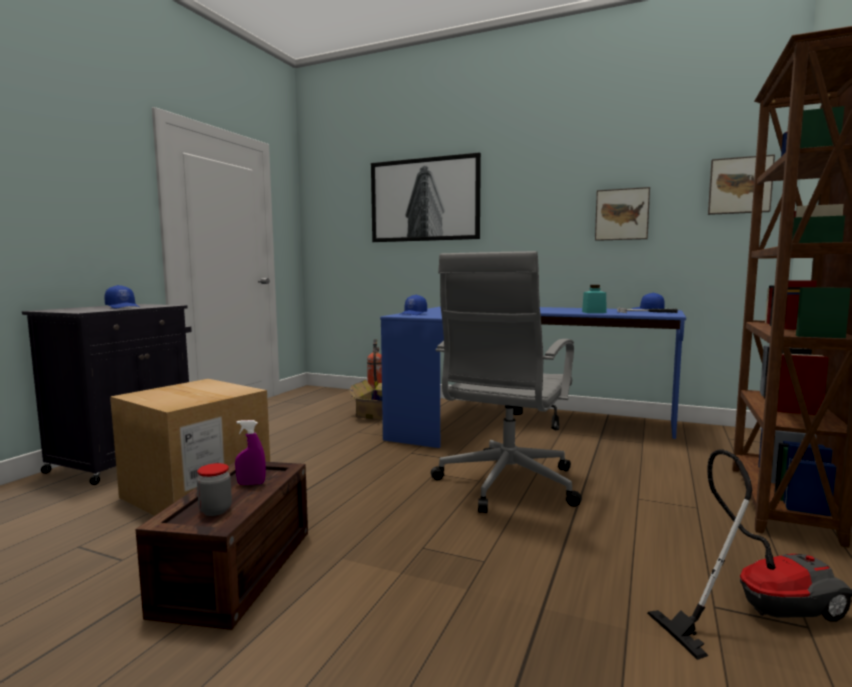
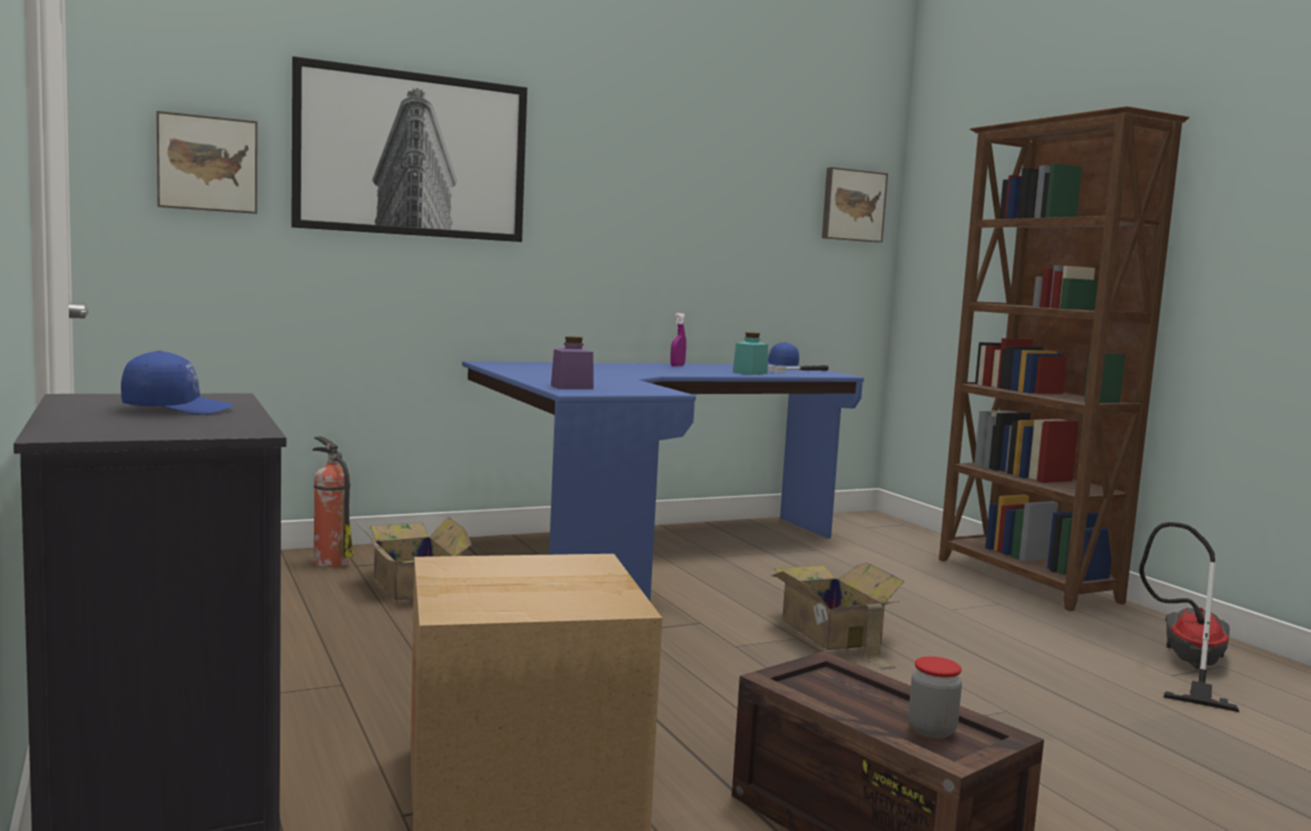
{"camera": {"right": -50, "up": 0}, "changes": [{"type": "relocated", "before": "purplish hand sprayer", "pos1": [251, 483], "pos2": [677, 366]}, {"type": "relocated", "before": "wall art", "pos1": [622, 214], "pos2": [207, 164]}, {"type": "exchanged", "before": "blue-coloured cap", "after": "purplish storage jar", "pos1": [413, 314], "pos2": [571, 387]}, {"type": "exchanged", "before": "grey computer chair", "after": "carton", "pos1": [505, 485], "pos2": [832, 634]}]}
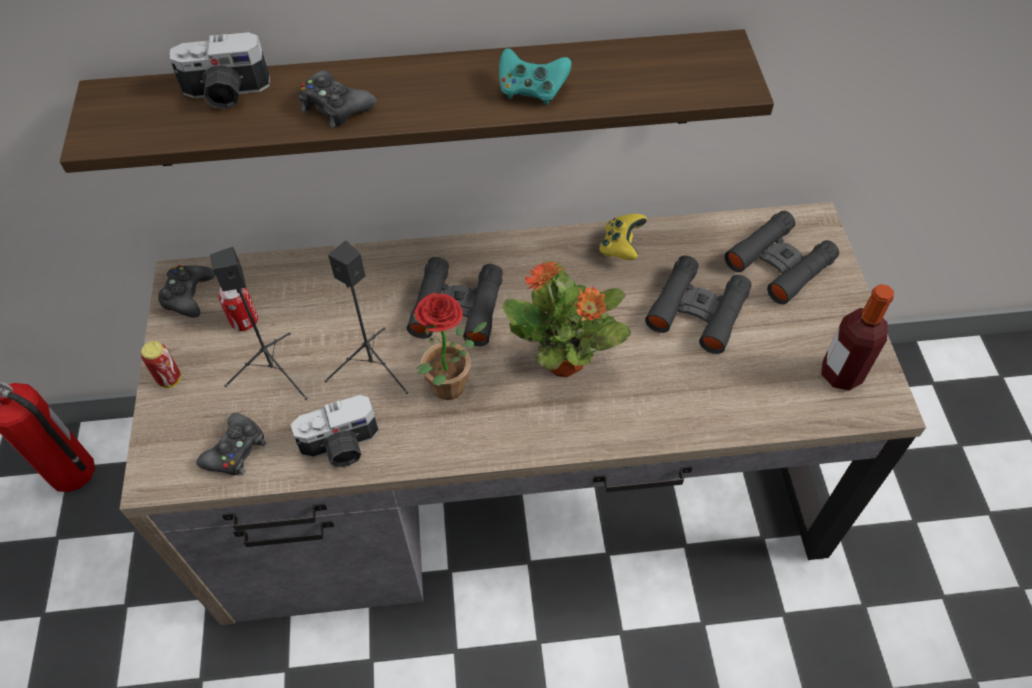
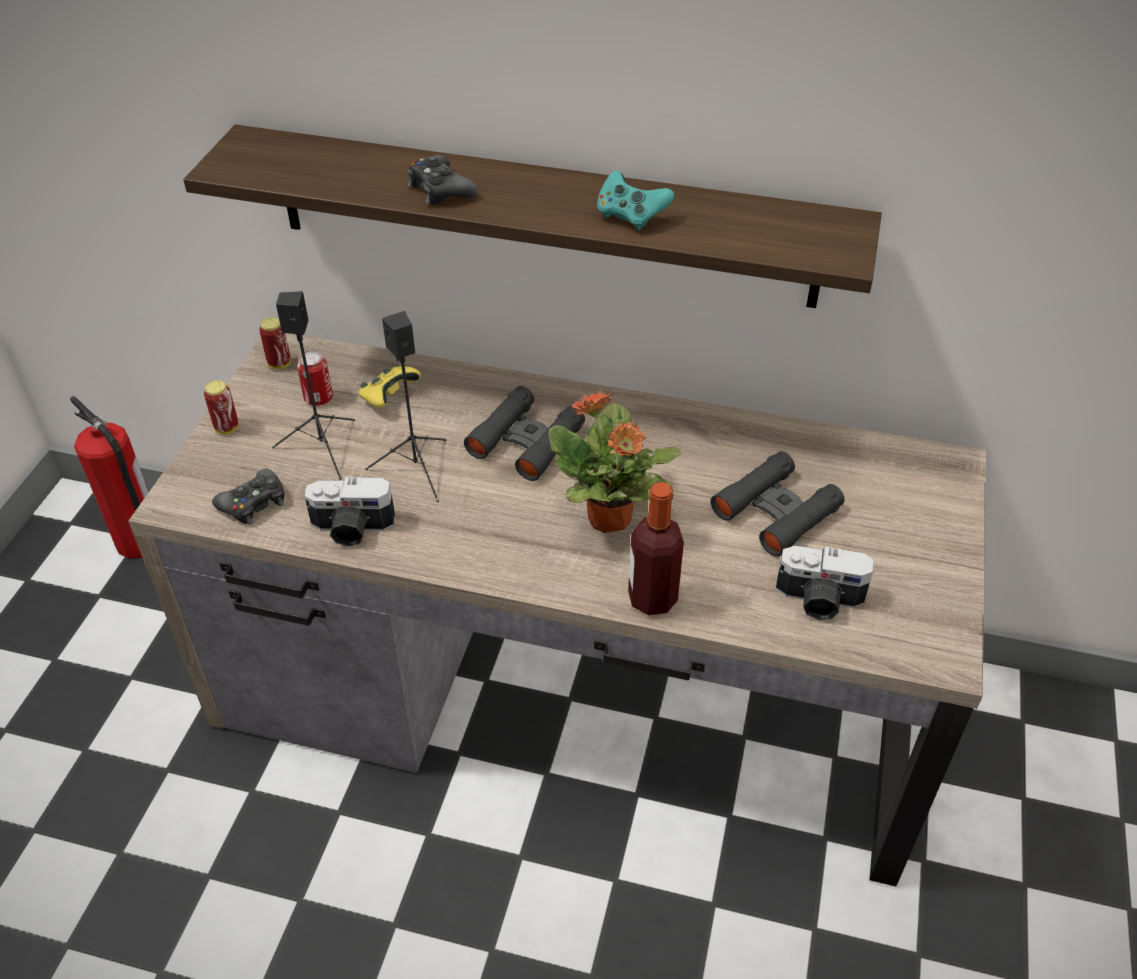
{"camera": {"right": 20, "up": -10}, "changes": [{"type": "missing", "before": "potted plant", "pos1": [451, 392]}, {"type": "missing", "before": "black-coloured binoculars", "pos1": [779, 263]}, {"type": "relocated", "before": "still camera", "pos1": [226, 94], "pos2": [819, 600]}, {"type": "relocated", "before": "yellowish gamepad", "pos1": [621, 246], "pos2": [389, 398]}, {"type": "relocated", "before": "beverage bottle", "pos1": [841, 374], "pos2": [652, 598]}, {"type": "exchanged", "before": "black-coloured gamepad", "after": "can", "pos1": [188, 295], "pos2": [279, 364]}]}
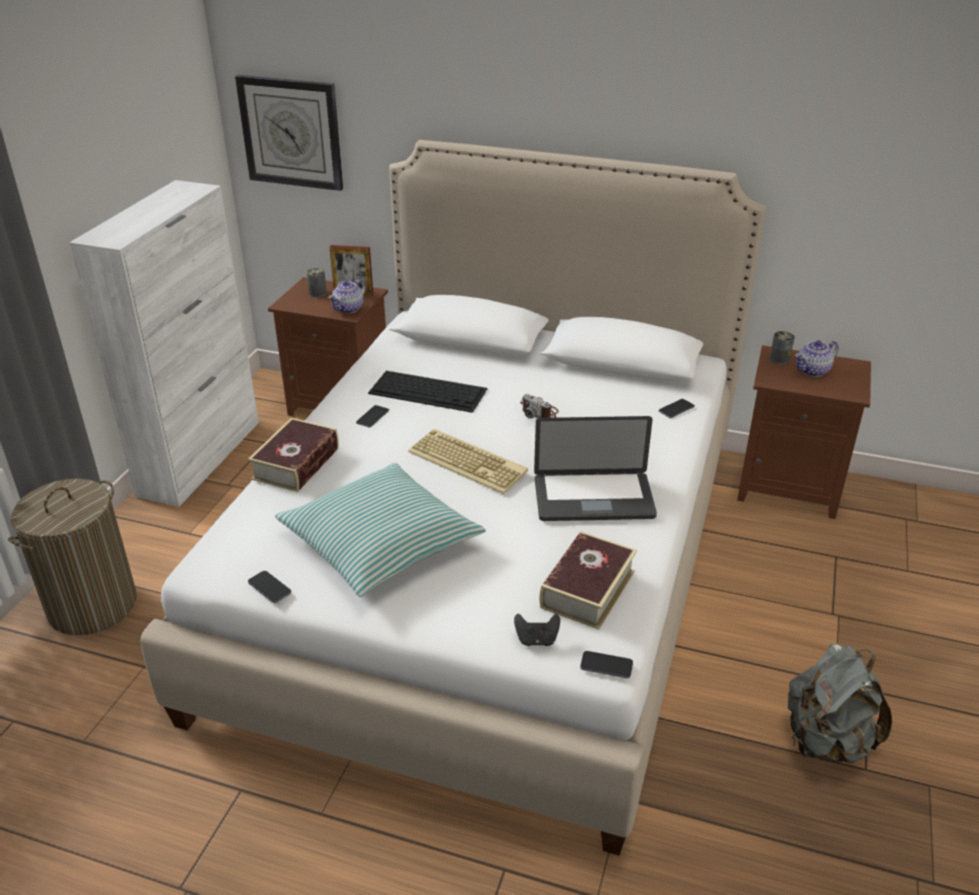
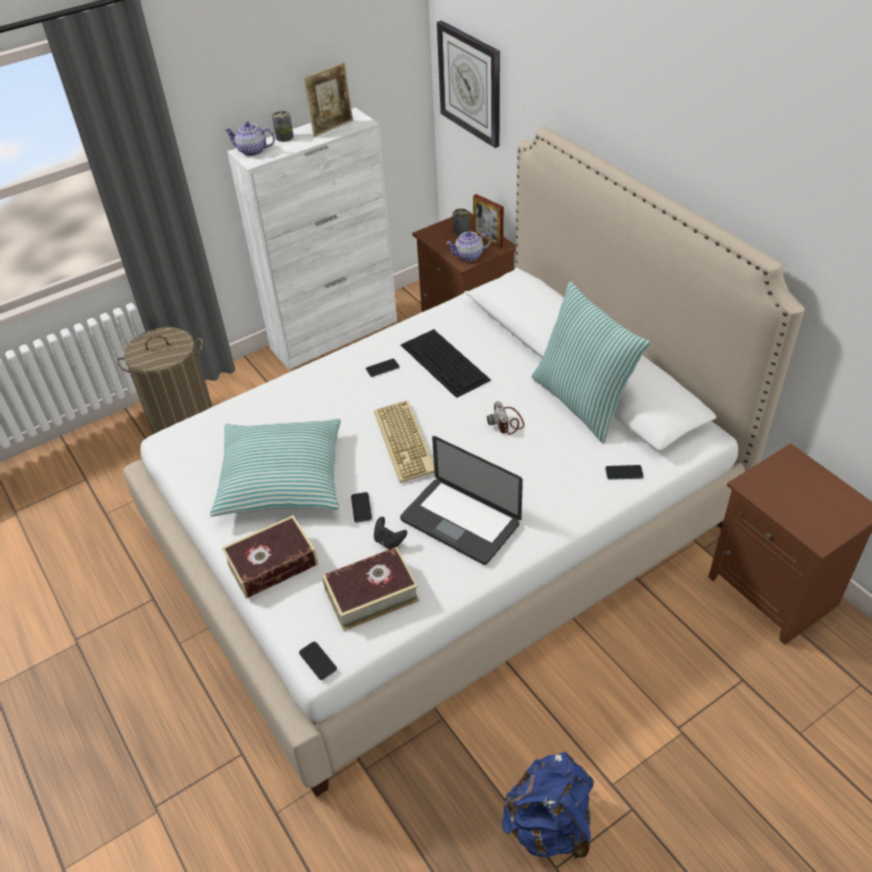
{"camera": {"right": 40, "up": 10}, "changes": [{"type": "appeared", "after": "photo frame", "pos2": [332, 127]}, {"type": "appeared", "after": "cushion", "pos2": [582, 402]}, {"type": "relocated", "before": "book", "pos1": [296, 463], "pos2": [272, 564]}, {"type": "relocated", "before": "handset", "pos1": [269, 588], "pos2": [361, 508]}, {"type": "relocated", "before": "black-coloured gamepad", "pos1": [536, 640], "pos2": [389, 541]}, {"type": "relocated", "before": "can", "pos1": [779, 359], "pos2": [284, 137]}, {"type": "relocated", "before": "pot for tea", "pos1": [813, 371], "pos2": [252, 151]}, {"type": "colour", "before": "grey backpack", "after": "blue-coloured backpack", "pos1": [826, 741], "pos2": [549, 824]}]}
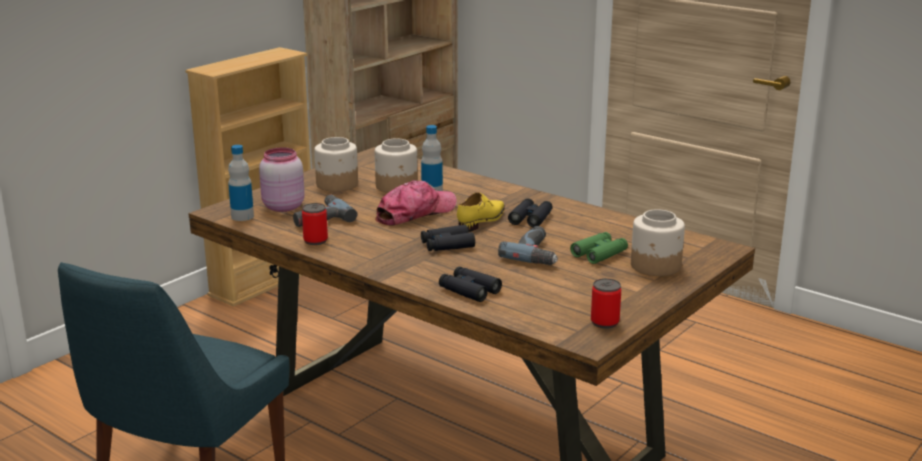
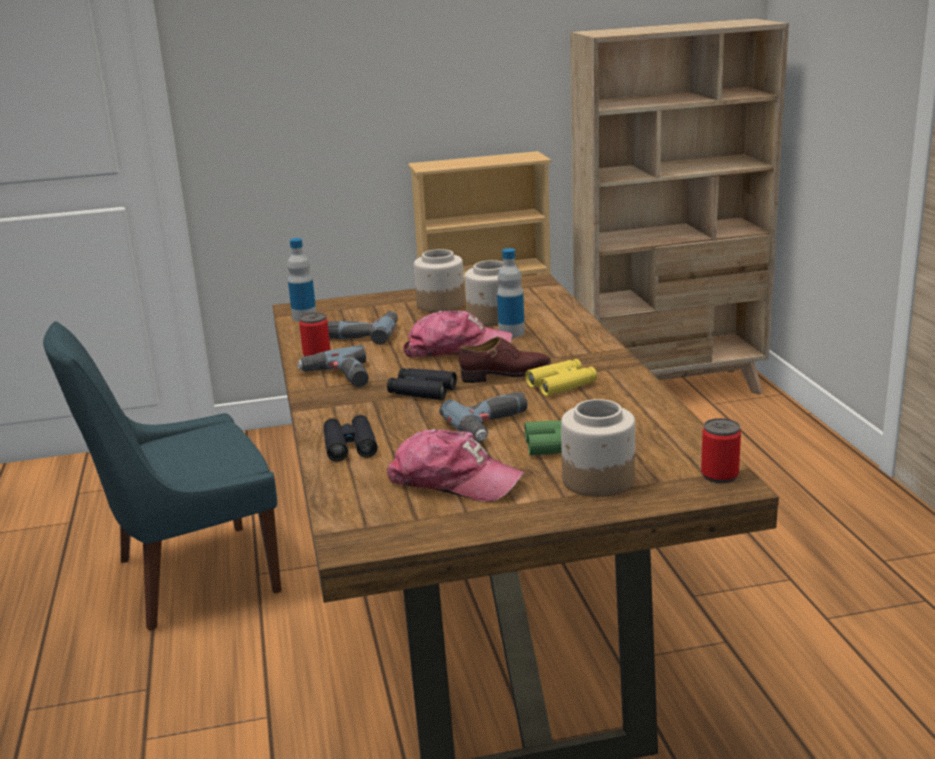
{"camera": {"right": 40, "up": 0}, "changes": [{"type": "missing", "before": "pink storage jar", "pos1": [282, 207]}, {"type": "appeared", "after": "drill", "pos2": [338, 377]}, {"type": "appeared", "after": "cap", "pos2": [453, 481]}, {"type": "relocated", "before": "can", "pos1": [604, 322], "pos2": [719, 475]}, {"type": "colour", "before": "yellowish item of footwear", "after": "brown-coloured item of footwear", "pos1": [482, 220], "pos2": [506, 374]}, {"type": "colour", "before": "black-coloured binoculars", "after": "yellowish binoculars", "pos1": [531, 218], "pos2": [561, 384]}]}
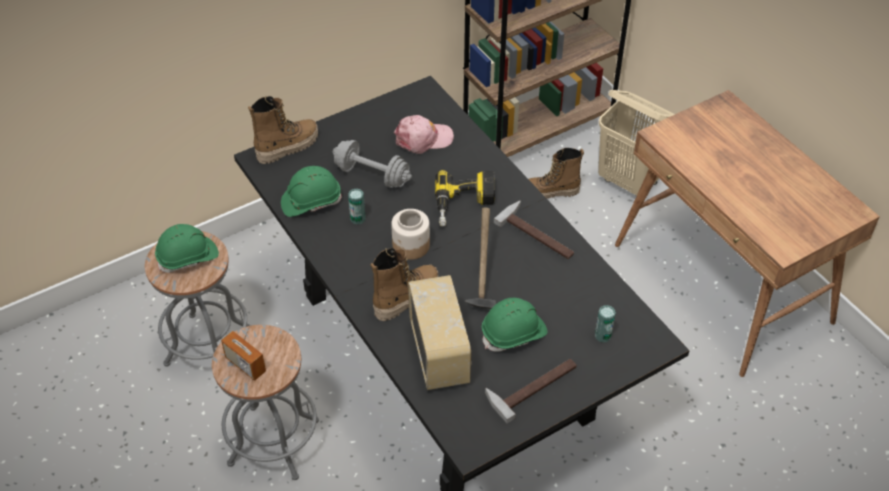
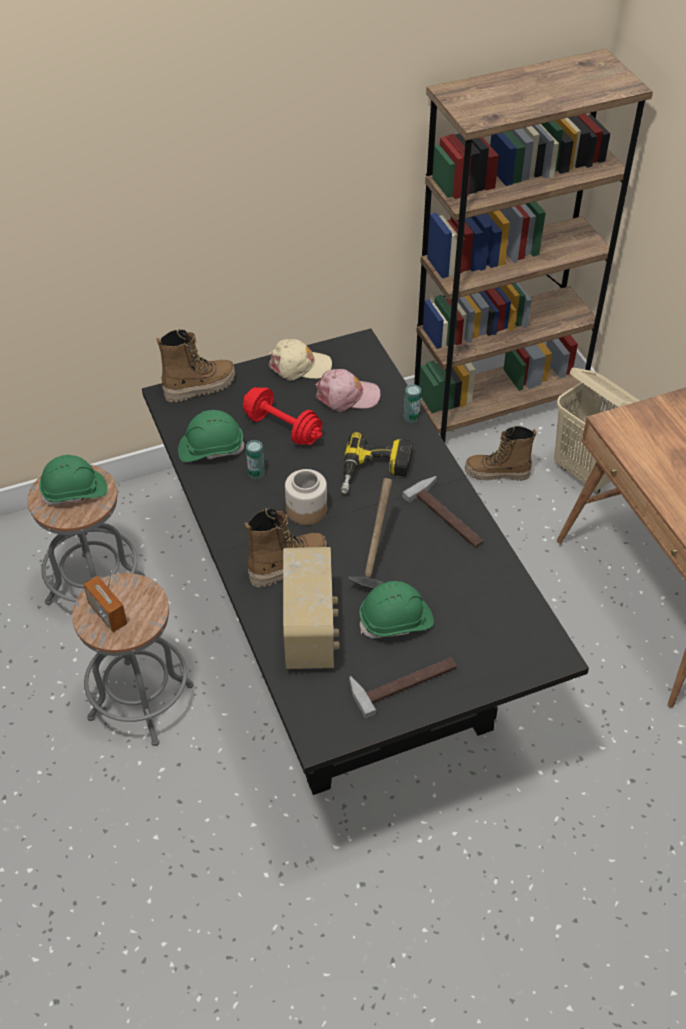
{"camera": {"right": 10, "up": 0}, "changes": [{"type": "appeared", "after": "beige-coloured cap", "pos2": [299, 366]}, {"type": "relocated", "before": "can", "pos1": [603, 335], "pos2": [411, 417]}, {"type": "colour", "before": "grey hand weight", "after": "red-coloured hand weight", "pos1": [372, 175], "pos2": [283, 428]}]}
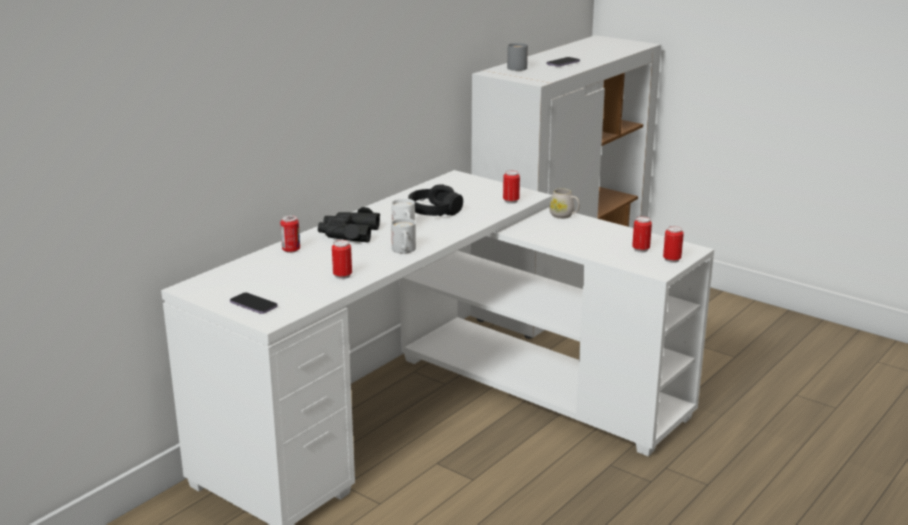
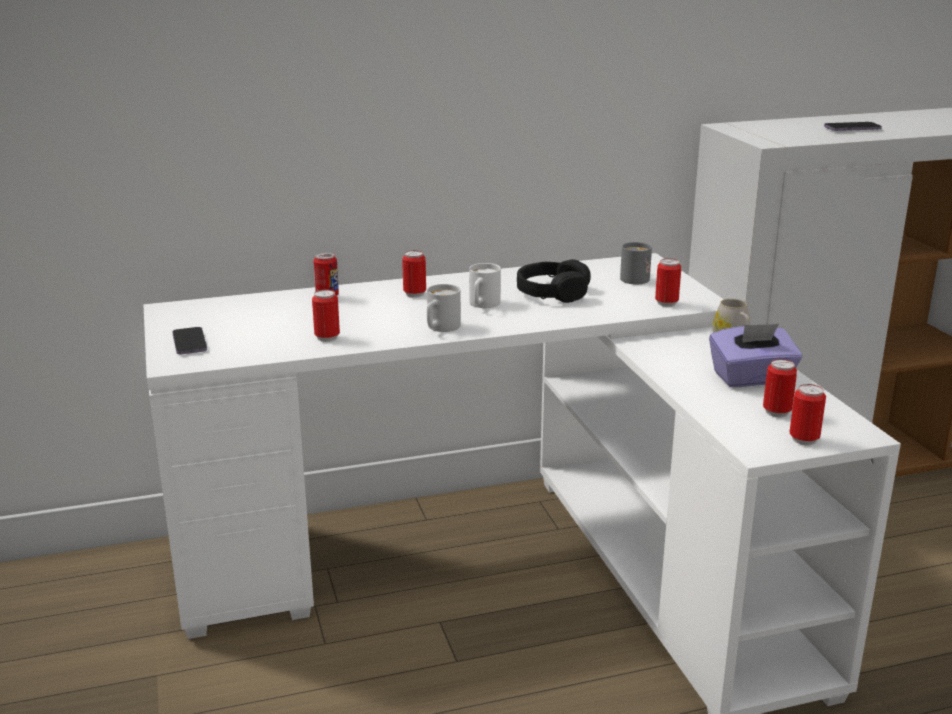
{"camera": {"right": 35, "up": 0}, "changes": [{"type": "appeared", "after": "purplish box of tissues", "pos2": [752, 378]}, {"type": "relocated", "before": "grey tea mug", "pos1": [516, 67], "pos2": [637, 277]}, {"type": "exchanged", "before": "black-coloured binoculars", "after": "can", "pos1": [348, 233], "pos2": [414, 294]}]}
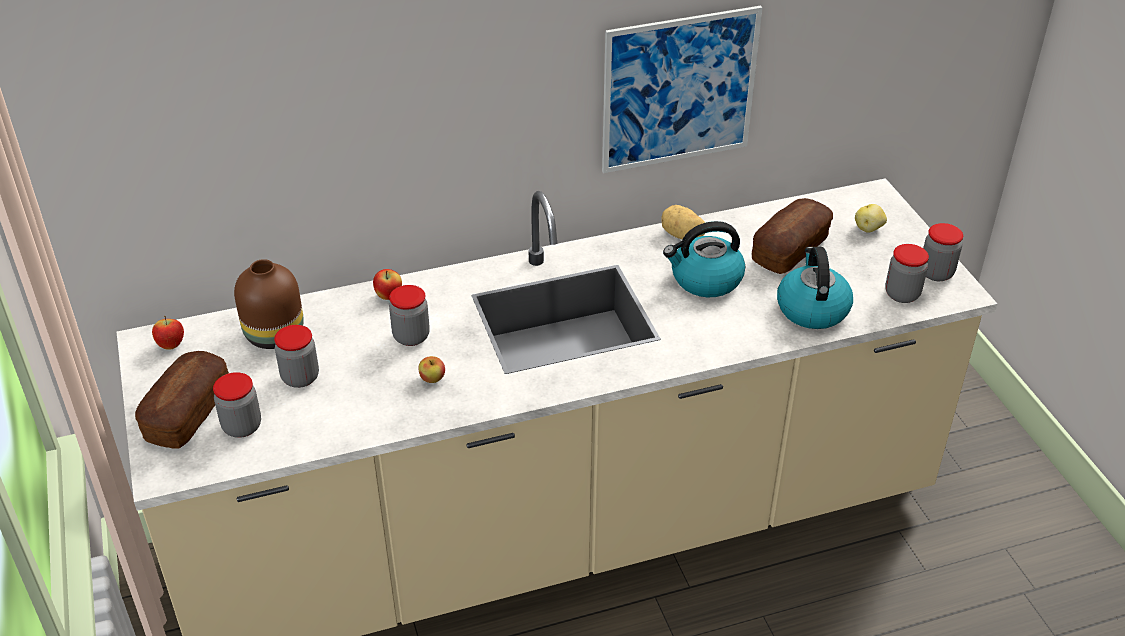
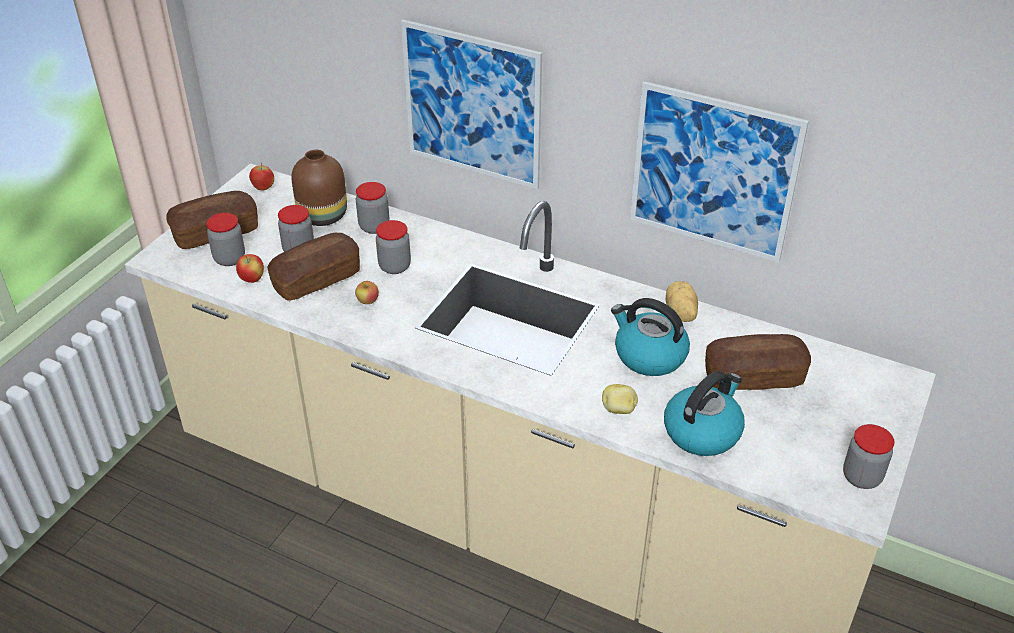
{"camera": {"right": 45, "up": 0}, "changes": [{"type": "appeared", "after": "bakery bread", "pos2": [317, 279]}, {"type": "appeared", "after": "wall art", "pos2": [472, 105]}, {"type": "relocated", "before": "apple", "pos1": [389, 296], "pos2": [252, 279]}, {"type": "relocated", "before": "potato", "pos1": [869, 228], "pos2": [619, 409]}, {"type": "relocated", "before": "storage jar", "pos1": [902, 294], "pos2": [374, 227]}]}
